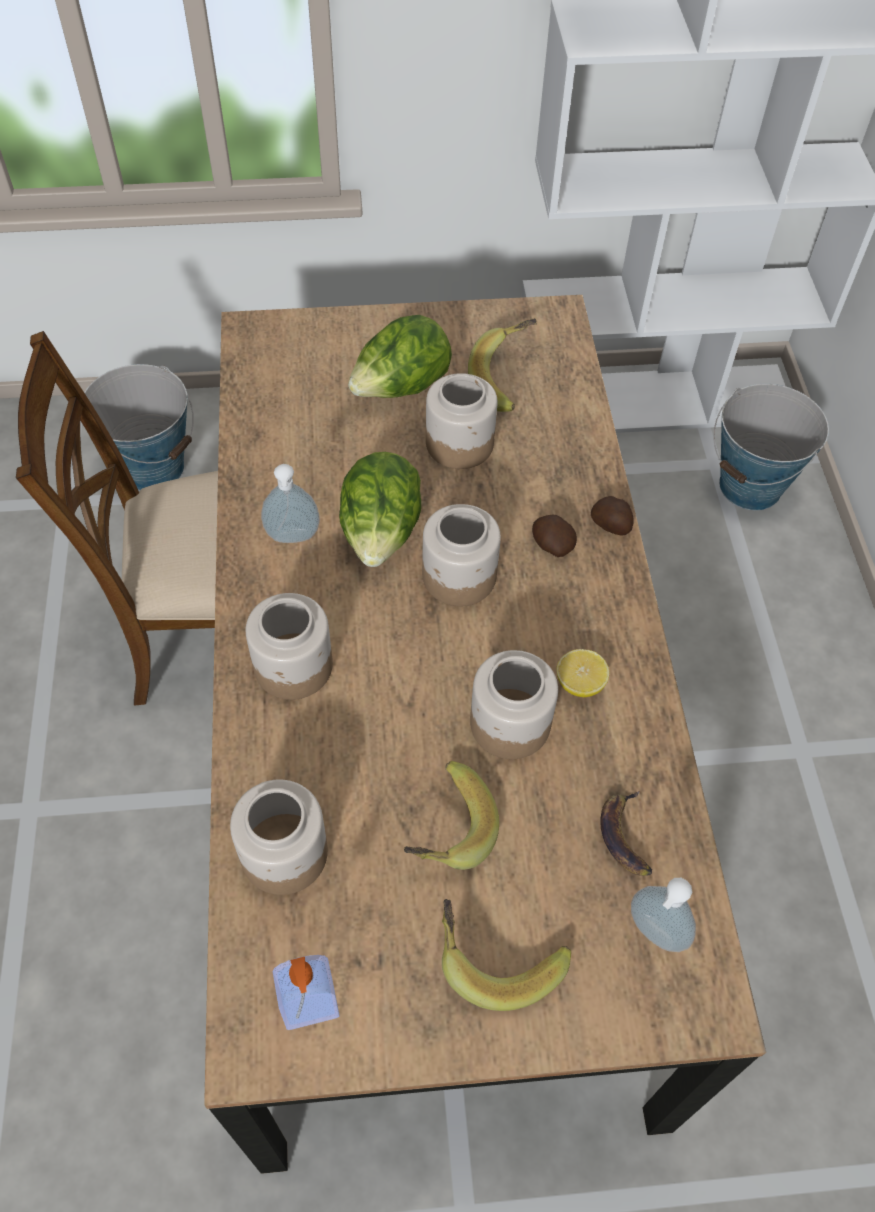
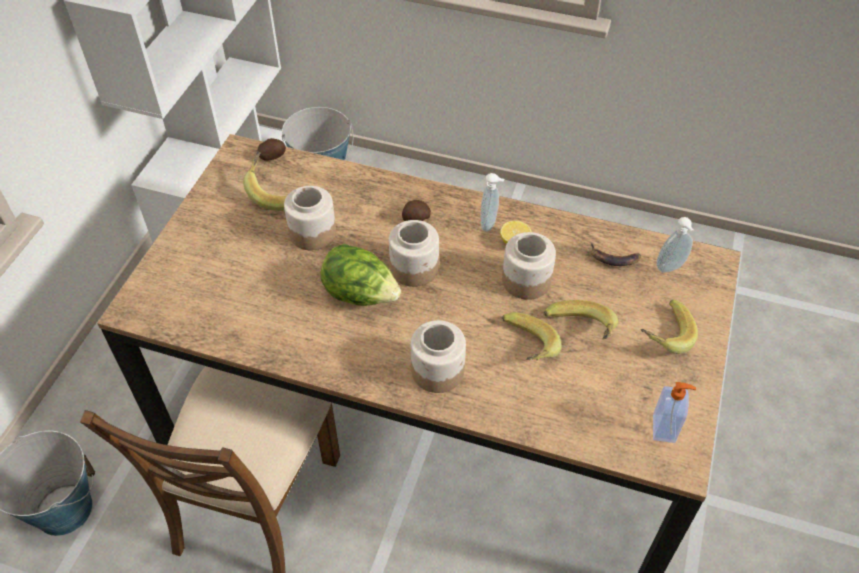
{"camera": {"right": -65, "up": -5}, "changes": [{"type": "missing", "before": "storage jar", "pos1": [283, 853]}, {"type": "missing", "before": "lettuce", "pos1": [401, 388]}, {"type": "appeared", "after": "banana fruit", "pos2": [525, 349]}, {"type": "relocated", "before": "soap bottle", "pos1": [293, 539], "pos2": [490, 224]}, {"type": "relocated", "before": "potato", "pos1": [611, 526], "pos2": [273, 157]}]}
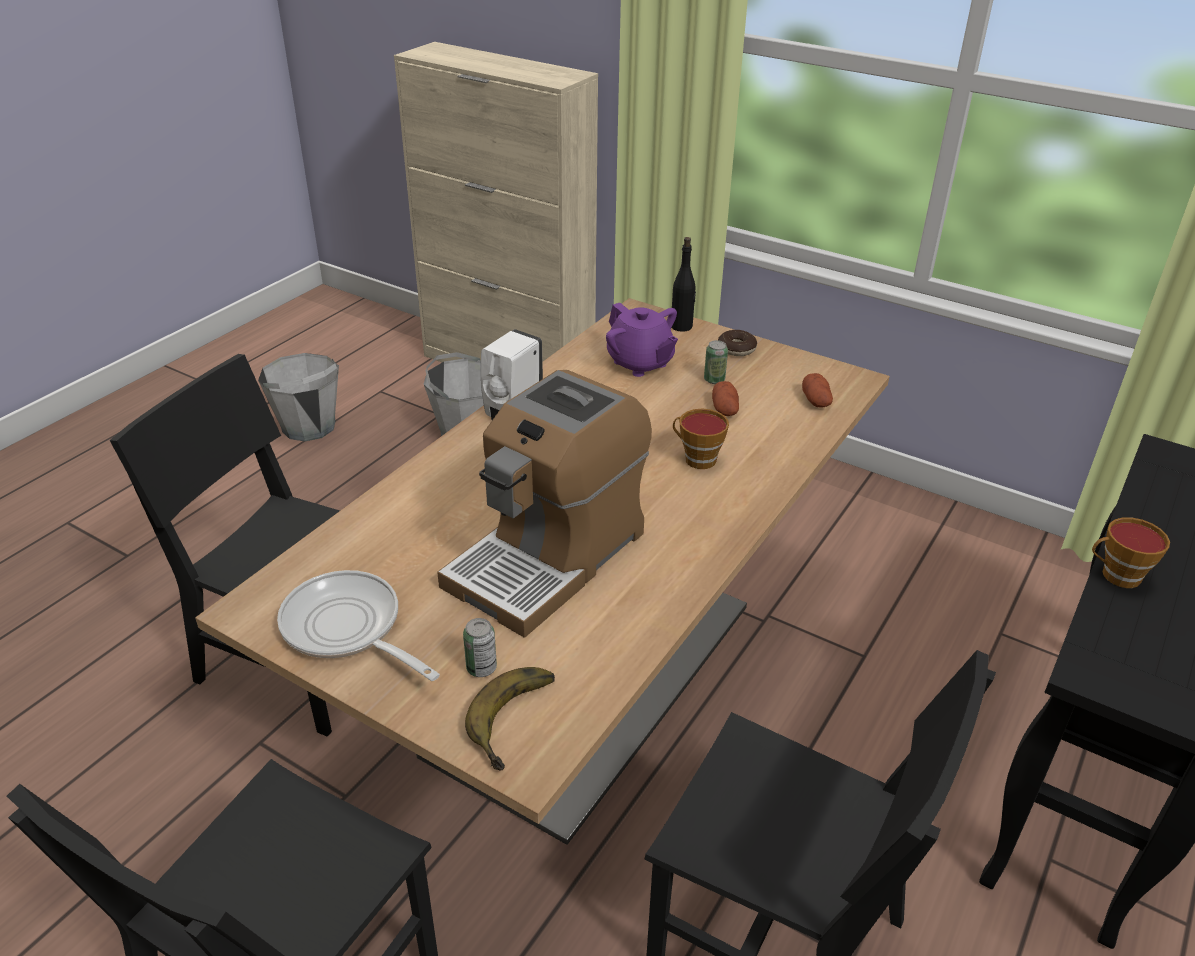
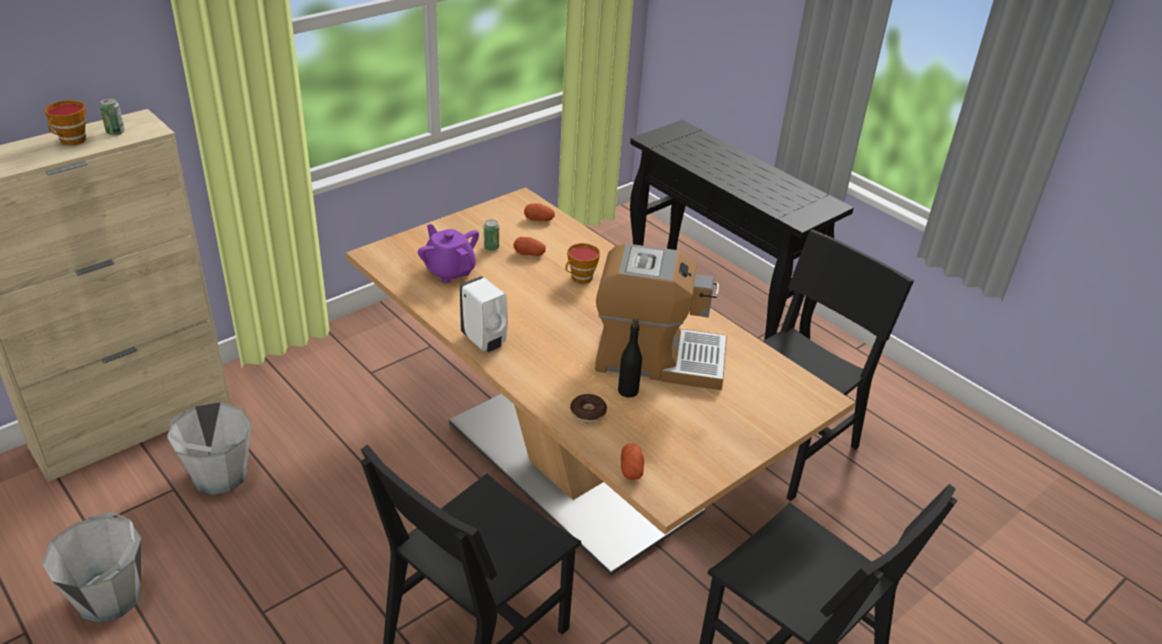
{"camera": {"right": -75, "up": 0}, "changes": [{"type": "missing", "before": "skillet", "pos1": [347, 629]}, {"type": "missing", "before": "banana fruit", "pos1": [520, 721]}, {"type": "appeared", "after": "potato", "pos2": [631, 469]}, {"type": "relocated", "before": "can", "pos1": [481, 668], "pos2": [115, 132]}, {"type": "relocated", "before": "black-coloured beverage bottle", "pos1": [682, 326], "pos2": [628, 390]}, {"type": "relocated", "before": "doughnut", "pos1": [736, 349], "pos2": [588, 413]}, {"type": "relocated", "before": "small cup", "pos1": [1116, 576], "pos2": [71, 141]}, {"type": "spun", "before": "coffee brewer", "pos1": [548, 557], "pos2": [657, 358], "turn": -45}, {"type": "spun", "before": "purplish pot for tea", "pos1": [640, 363], "pos2": [449, 271], "turn": -105}]}
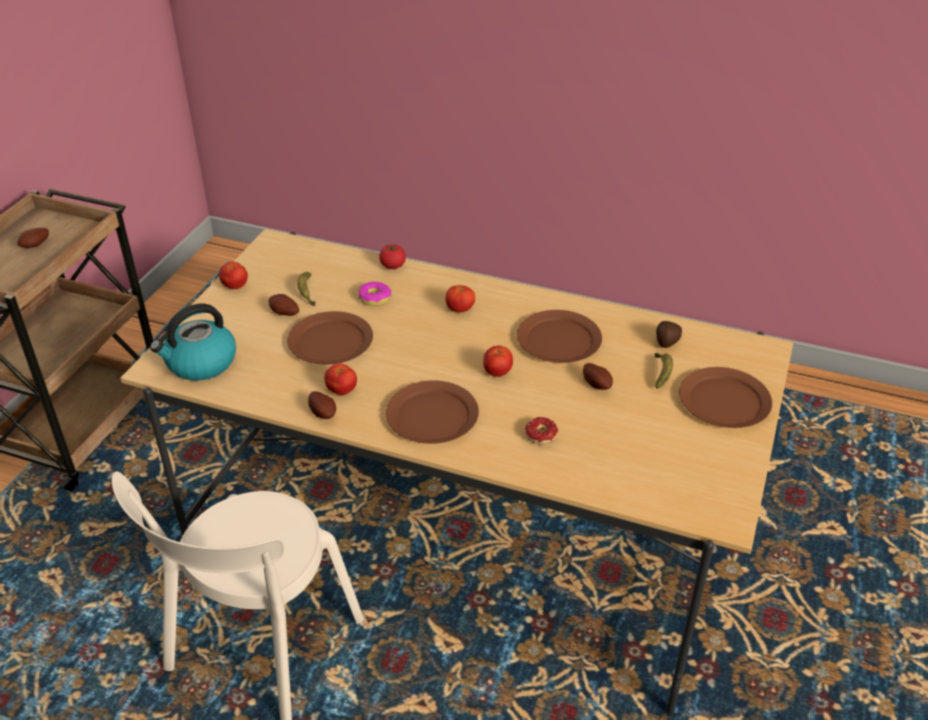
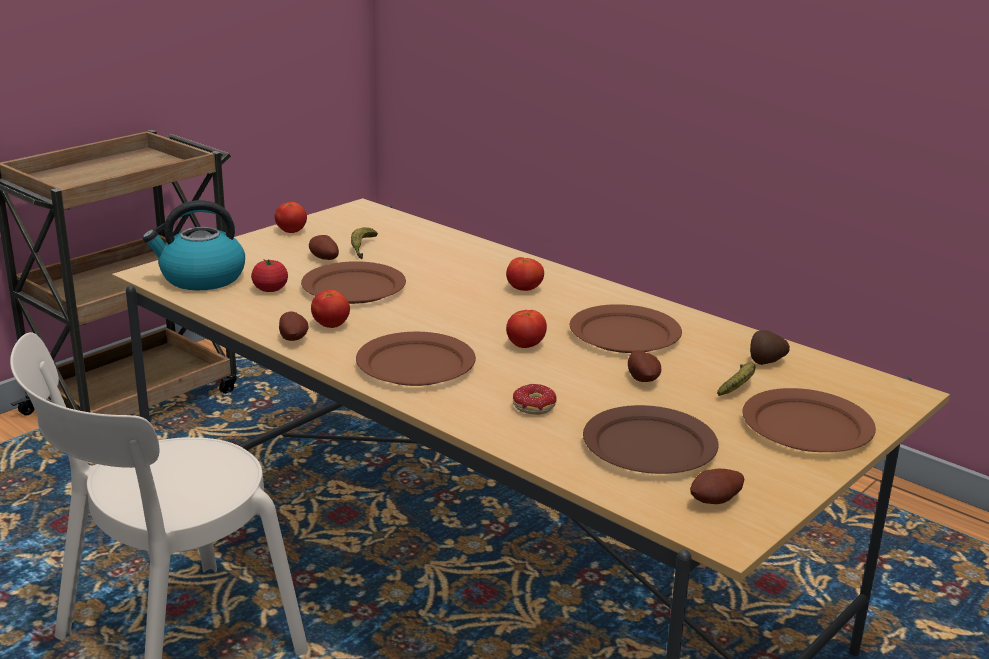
{"camera": {"right": 20, "up": -15}, "changes": [{"type": "missing", "before": "doughnut", "pos1": [375, 298]}, {"type": "appeared", "after": "brown-coloured dinner plate", "pos2": [648, 445]}, {"type": "relocated", "before": "potato", "pos1": [36, 246], "pos2": [716, 502]}, {"type": "relocated", "before": "fresh tomato", "pos1": [393, 266], "pos2": [270, 289]}]}
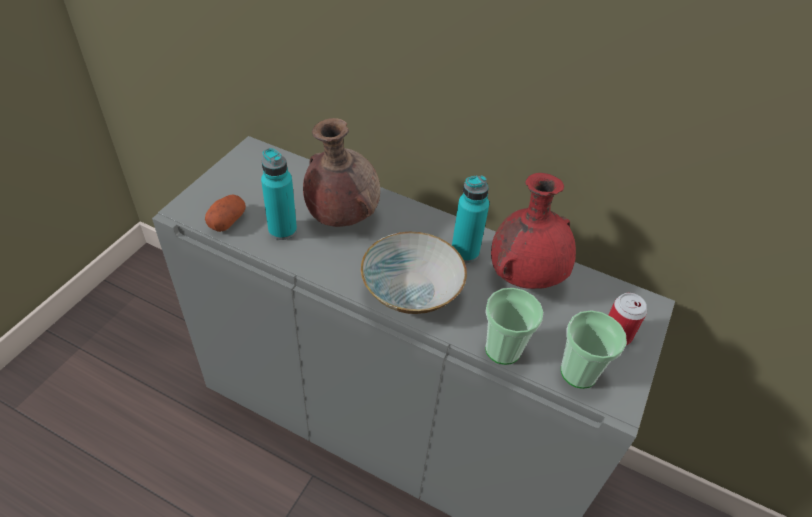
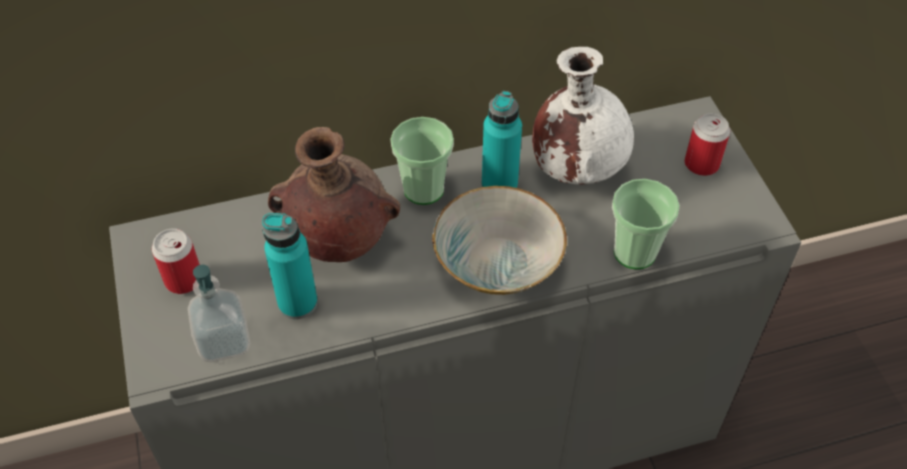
{"camera": {"right": -40, "up": 5}, "changes": [{"type": "appeared", "after": "can", "pos2": [183, 279]}, {"type": "relocated", "before": "small cup", "pos1": [578, 372], "pos2": [423, 189]}, {"type": "exchanged", "before": "potato", "after": "soap bottle", "pos1": [227, 221], "pos2": [224, 341]}, {"type": "colour", "before": "red-coloured decorative vase", "after": "whitish decorative vase", "pos1": [526, 277], "pos2": [577, 168]}]}
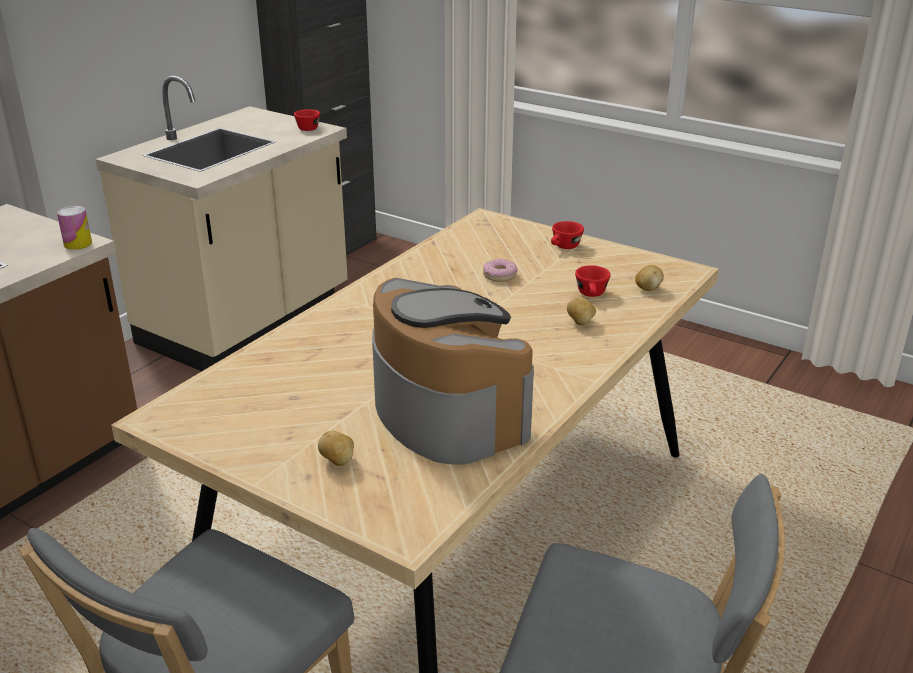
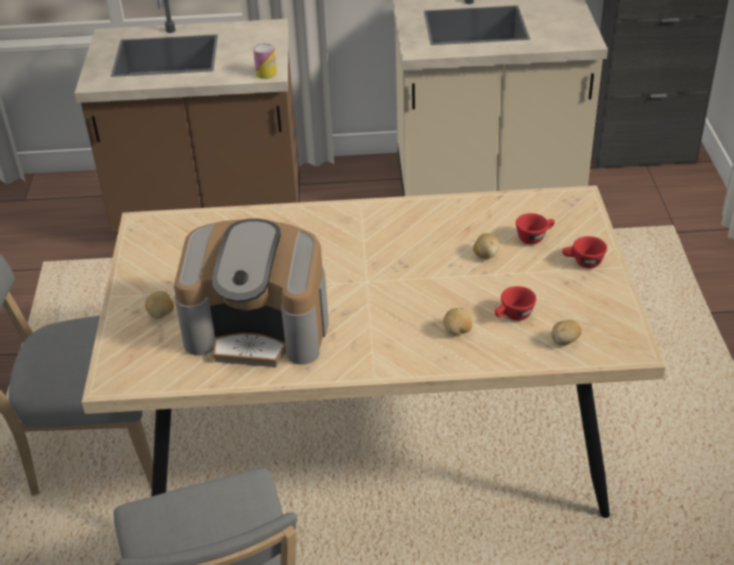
{"camera": {"right": 55, "up": 10}, "changes": [{"type": "relocated", "before": "red-coloured small cup", "pos1": [309, 127], "pos2": [534, 237]}, {"type": "exchanged", "before": "doughnut", "after": "potato", "pos1": [499, 275], "pos2": [485, 255]}, {"type": "spun", "before": "coffee brewer", "pos1": [446, 412], "pos2": [259, 328], "turn": 75}]}
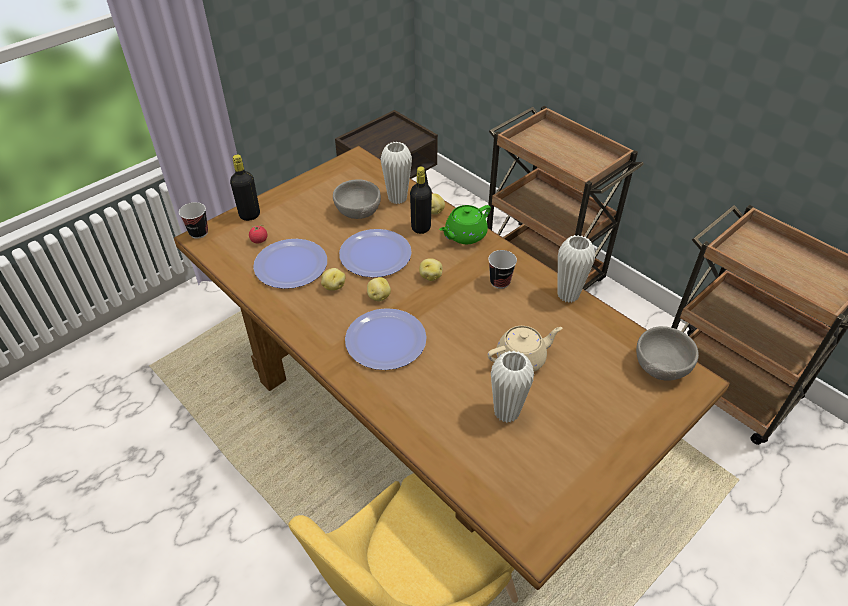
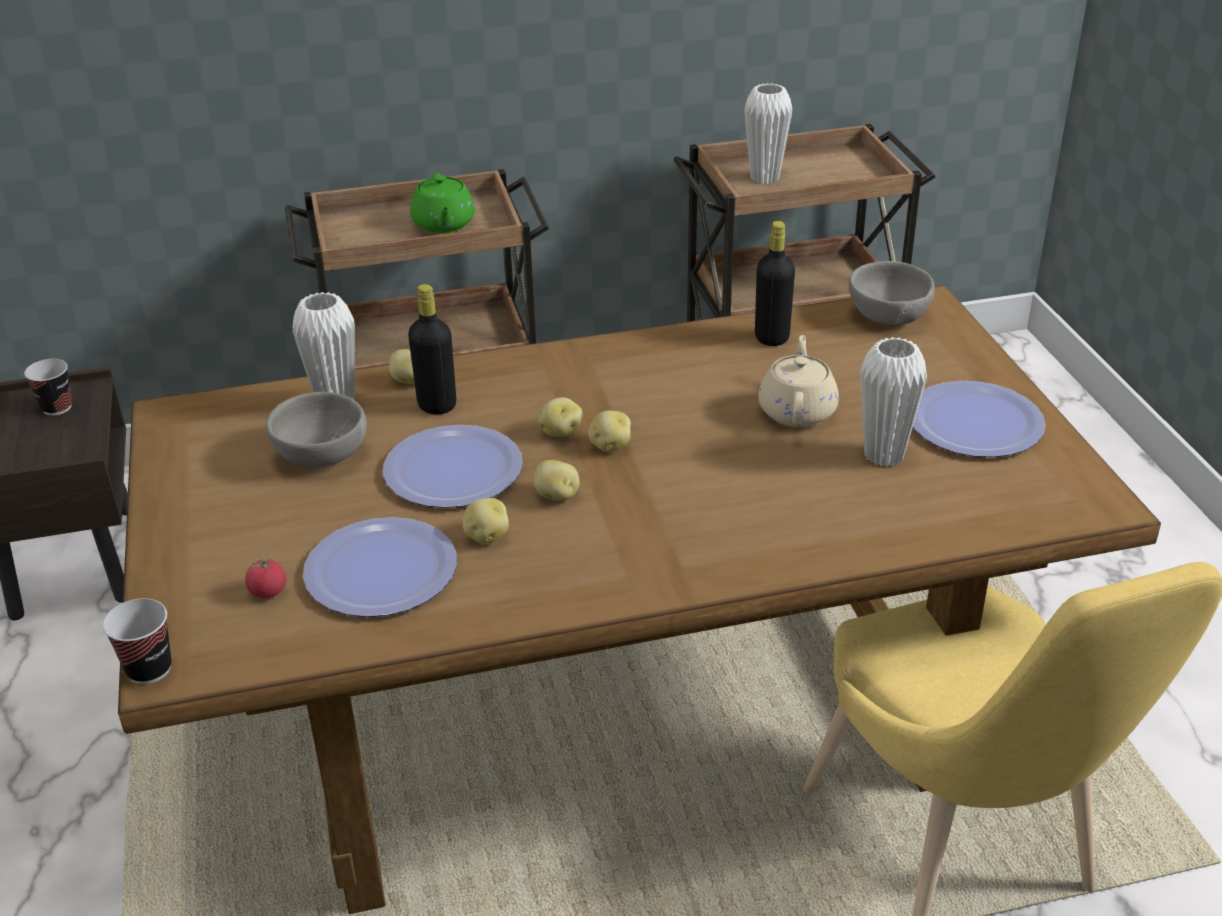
{"camera": {"right": -60, "up": -10}, "changes": [{"type": "appeared", "after": "potato", "pos2": [610, 446]}, {"type": "relocated", "before": "black-coloured beverage bottle", "pos1": [249, 215], "pos2": [772, 338]}, {"type": "relocated", "before": "dinner plate", "pos1": [386, 340], "pos2": [974, 422]}, {"type": "relocated", "before": "green pot for tea", "pos1": [464, 235], "pos2": [443, 224]}, {"type": "relocated", "before": "small cup", "pos1": [500, 282], "pos2": [57, 407]}, {"type": "relocated", "before": "whitish decorative vase", "pos1": [568, 295], "pos2": [764, 178]}]}
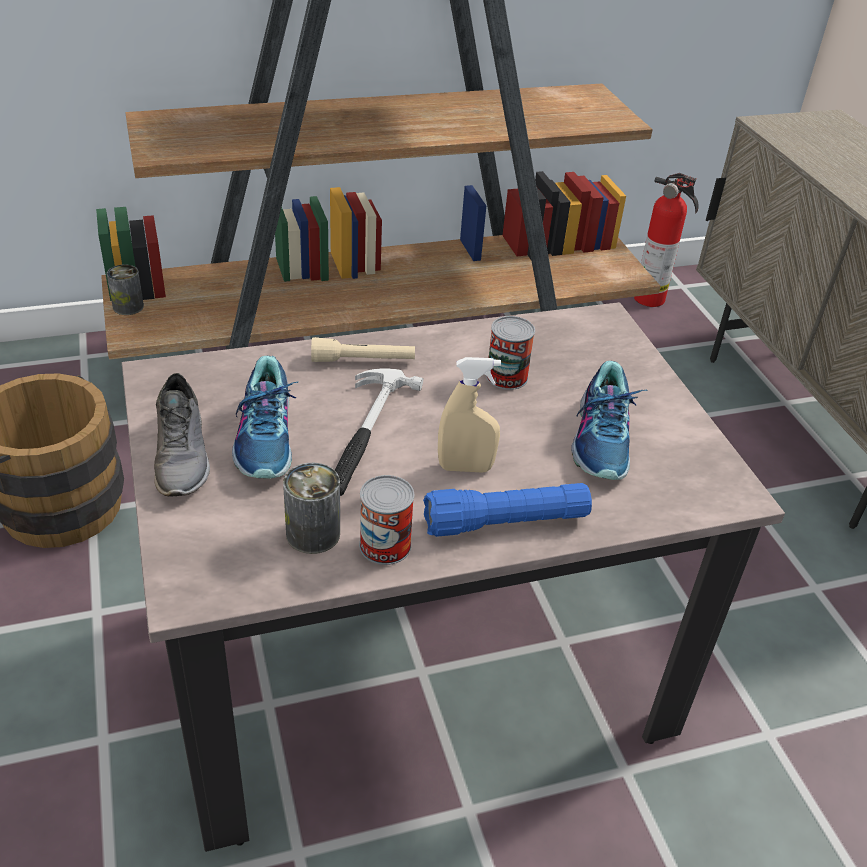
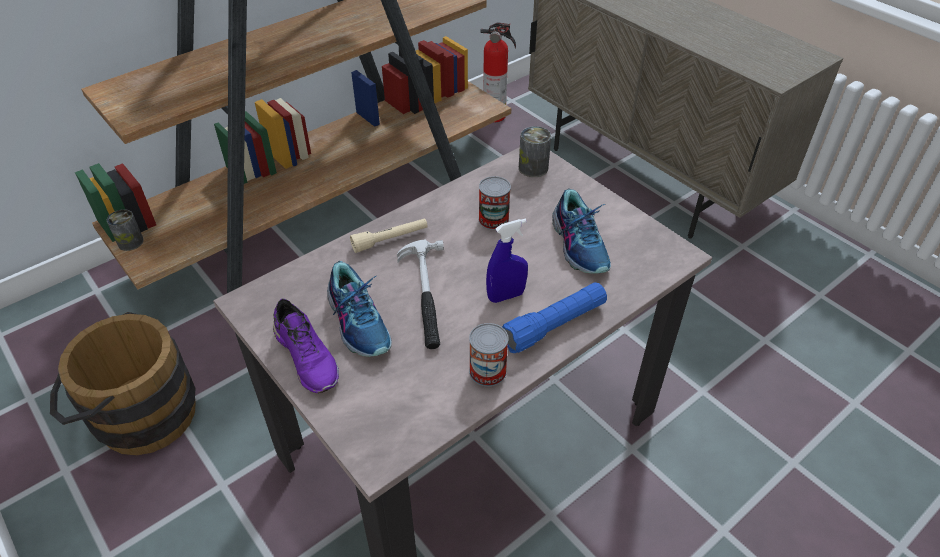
{"camera": {"right": -20, "up": 5}, "changes": [{"type": "relocated", "before": "can", "pos1": [313, 533], "pos2": [533, 168]}, {"type": "colour", "before": "grey item of footwear", "after": "purplish item of footwear", "pos1": [183, 455], "pos2": [308, 357]}, {"type": "colour", "before": "beige-coloured hand sprayer", "after": "blue-coloured hand sprayer", "pos1": [465, 467], "pos2": [506, 296]}]}
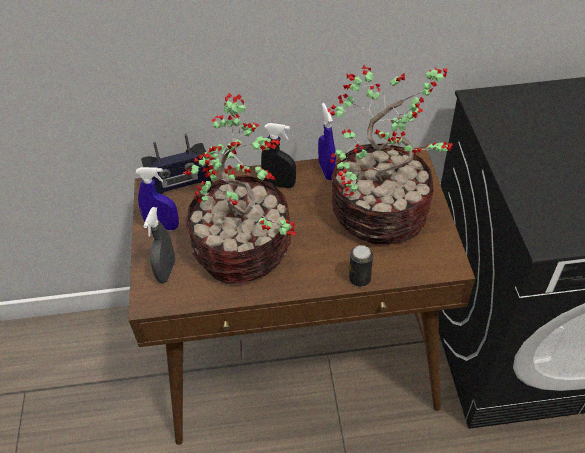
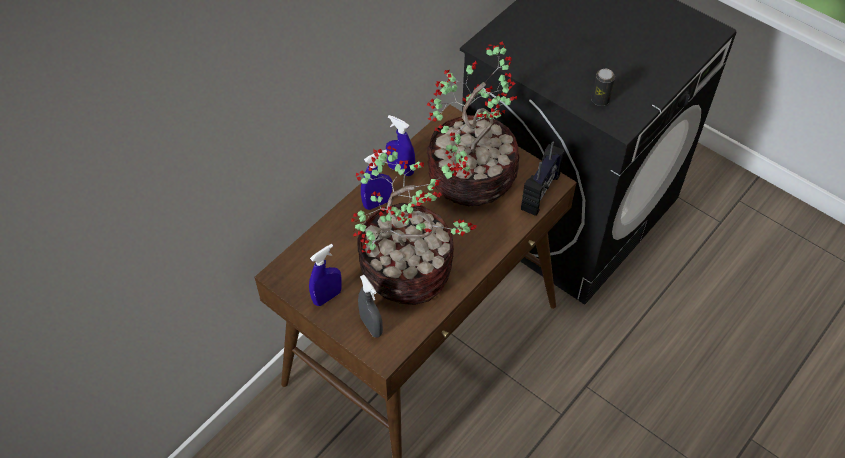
{"camera": {"right": -45, "up": 5}, "changes": [{"type": "relocated", "before": "radio", "pos1": [181, 187], "pos2": [541, 192]}, {"type": "relocated", "before": "can", "pos1": [359, 279], "pos2": [600, 100]}, {"type": "colour", "before": "black-coloured hand sprayer", "after": "blue-coloured hand sprayer", "pos1": [279, 184], "pos2": [377, 203]}]}
